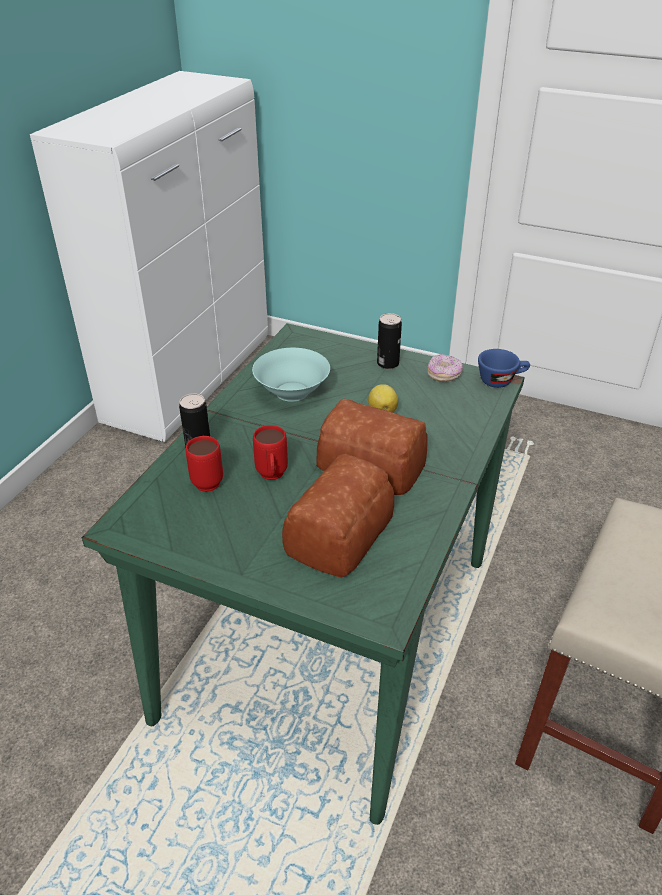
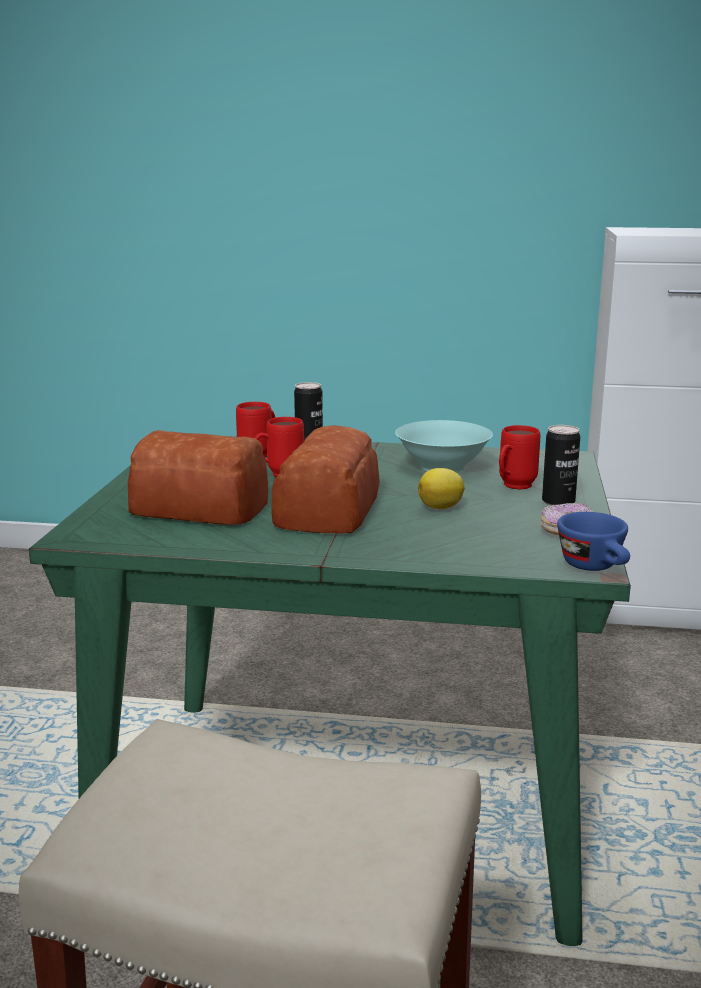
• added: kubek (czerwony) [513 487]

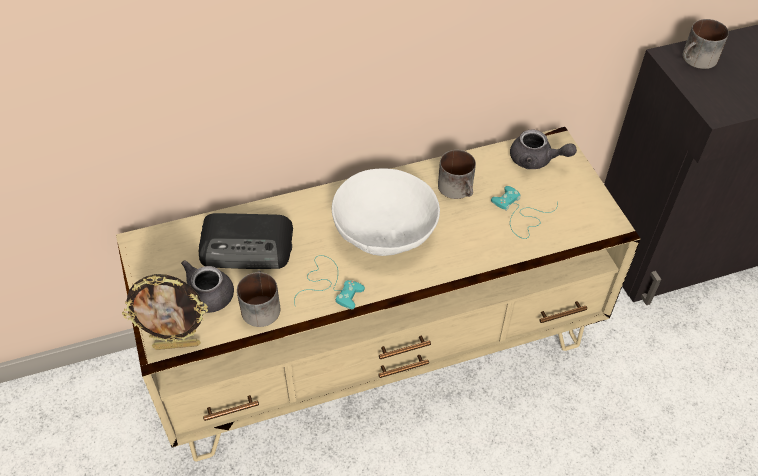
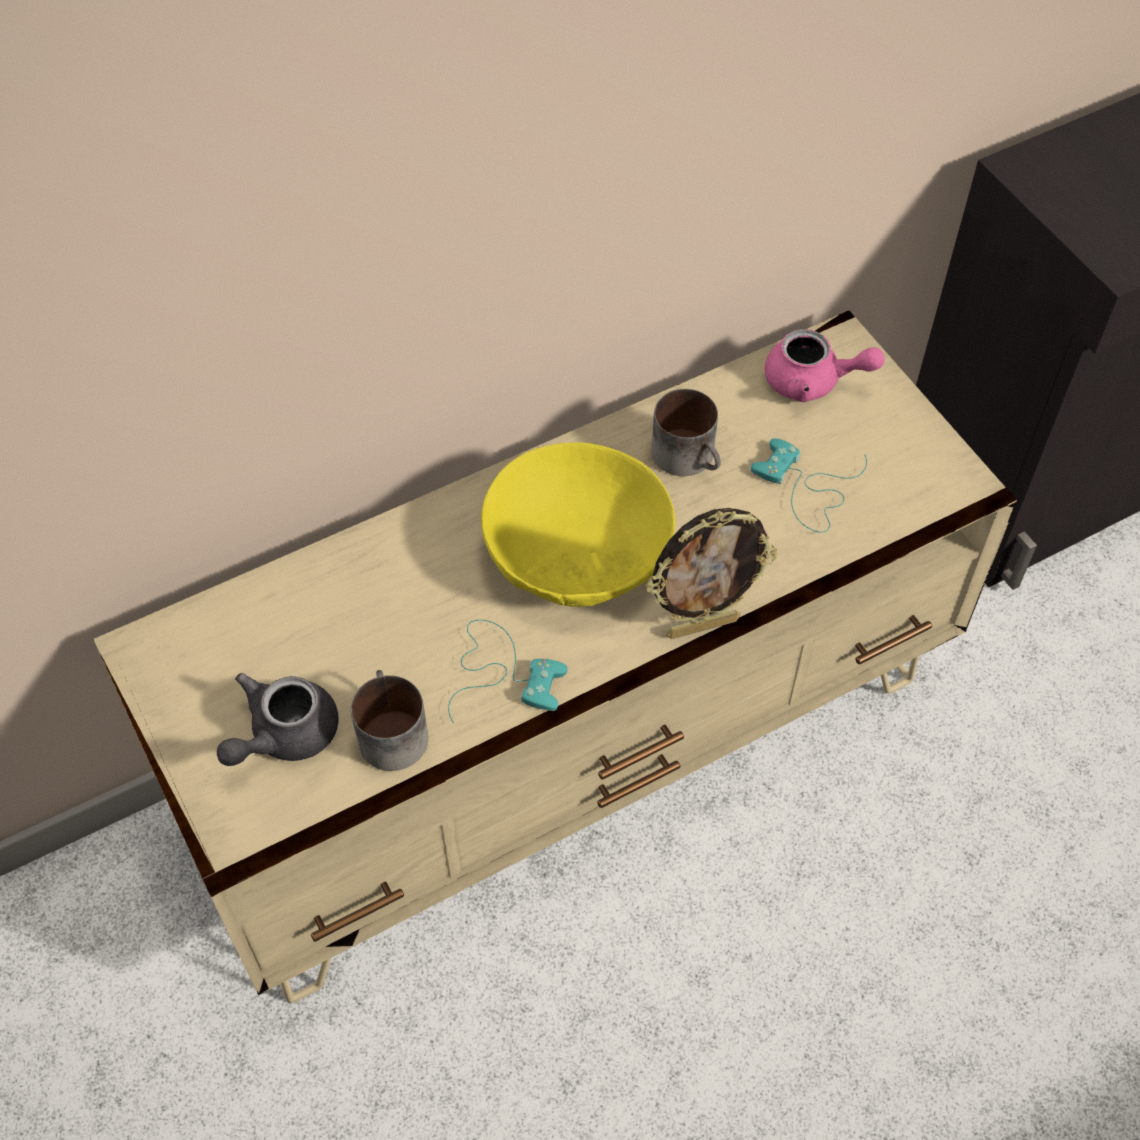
• recoloured: miska (biały) [385 229] to miska (żółty) [578 552]
• moved: ramka na zdjęcie [177 345] to [702 625]
• recoloured: imbryk (szary) [536 160] to imbryk (różowy) [813 382]
• removed: radio [248 246]
• removed: kubek [697 60]

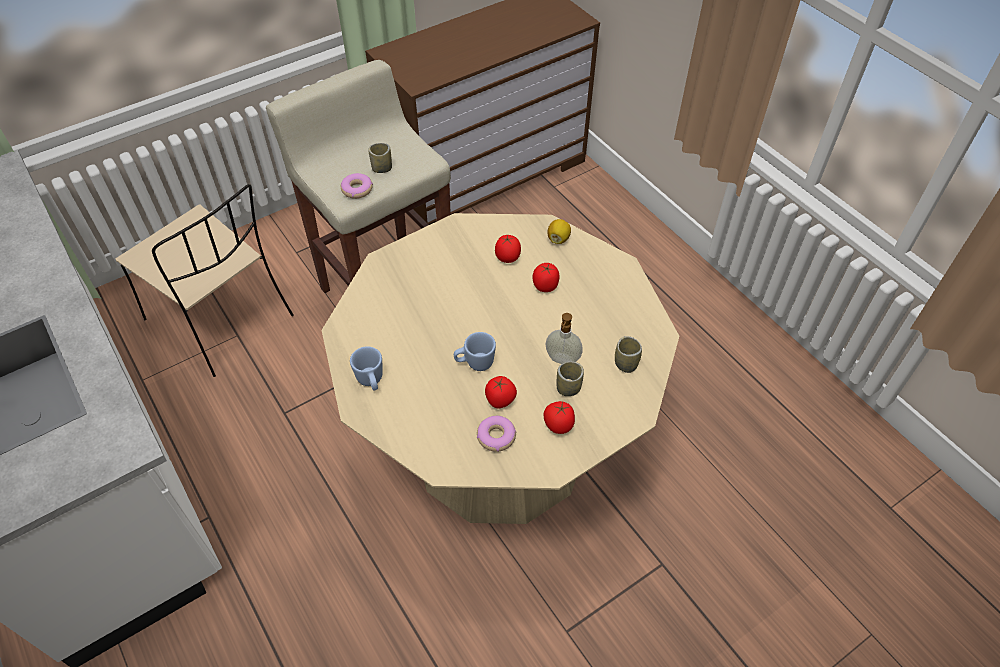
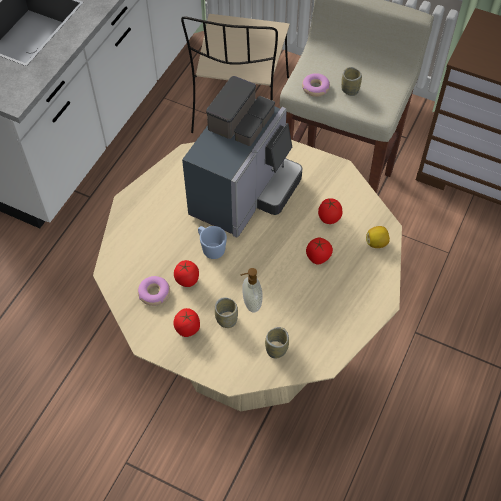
• added: ekspres do kawy [245 192]
• removed: kubek (niebieski) [371 381]

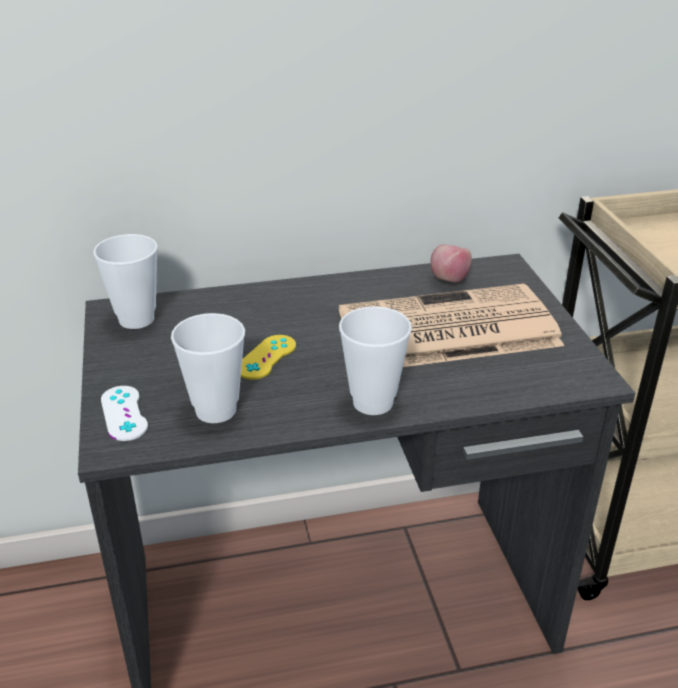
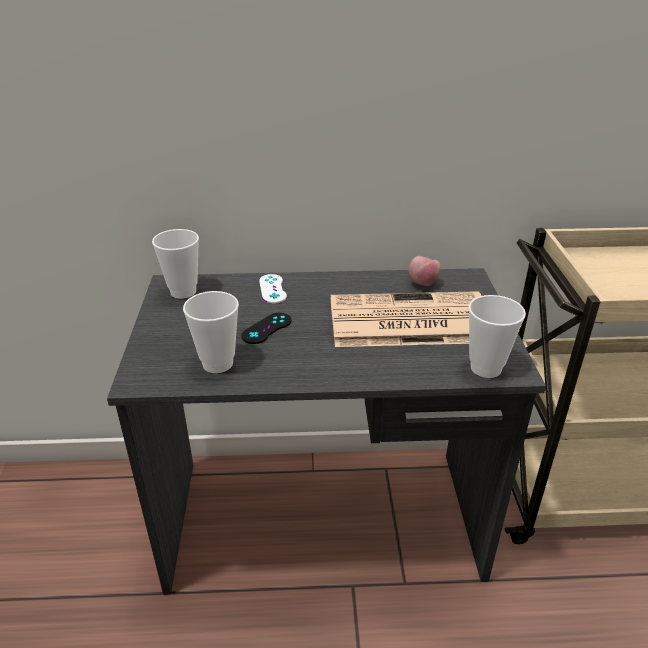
• recoloured: pad do gier (żółty) [266 357] to pad do gier (czarny) [267 328]
• moved: pad do gier (biały) [124 413] to [272 289]
• moved: filiżanka [373 402] to [485 368]

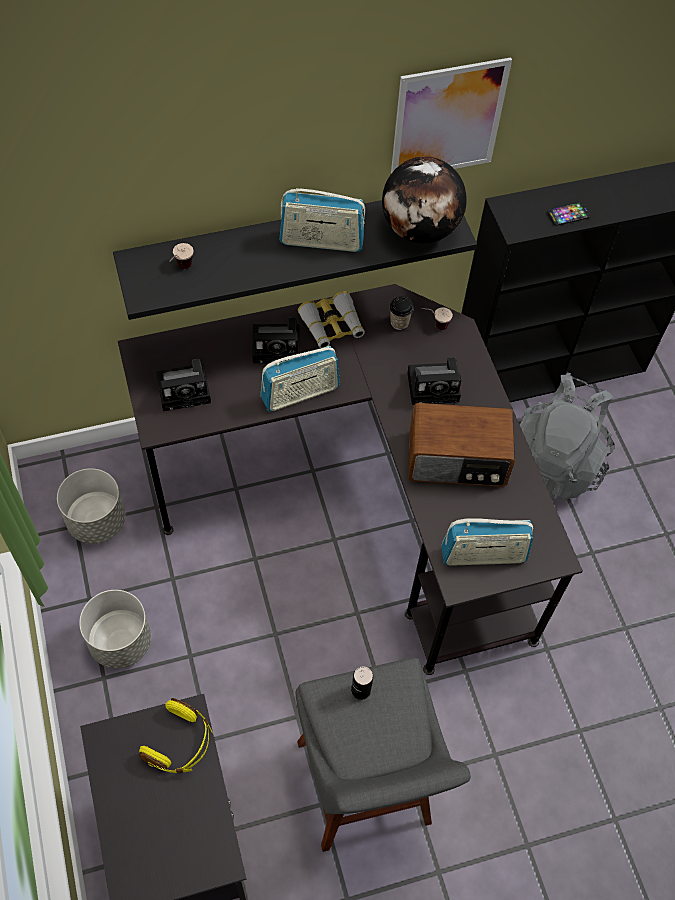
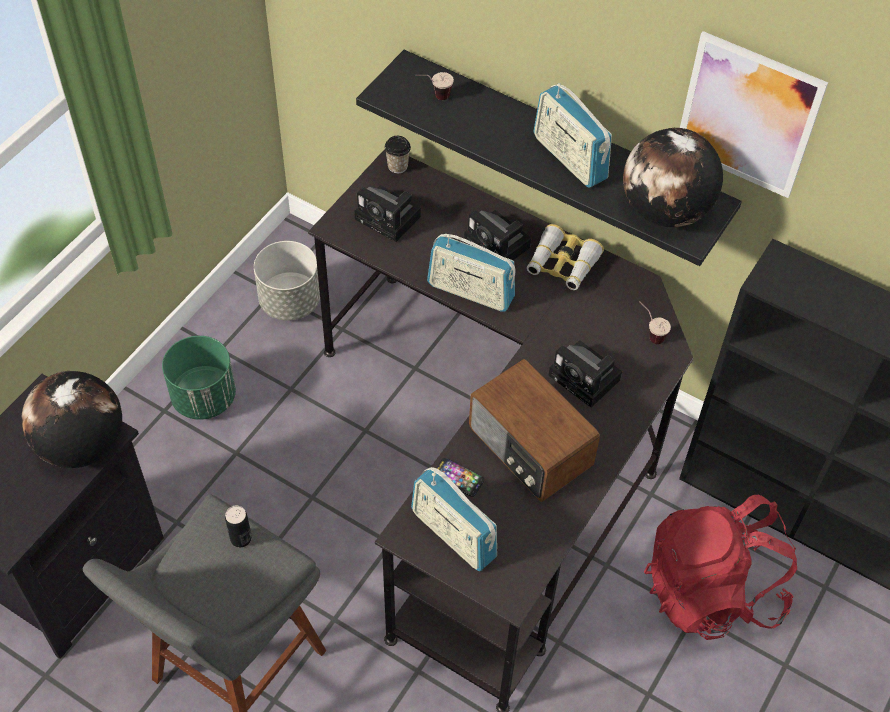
• replaced: słuchawki (żółty) [180 743] to globus [82 445]
• recoloured: donica (szary) [120 641] to donica (zielony) [204 397]
• moved: filiżanka [399 322] to [397 166]
• moved: telefon [568 215] to [458 478]
• recoloured: plecak (szary) [555 461] to plecak (czerwony) [711 590]

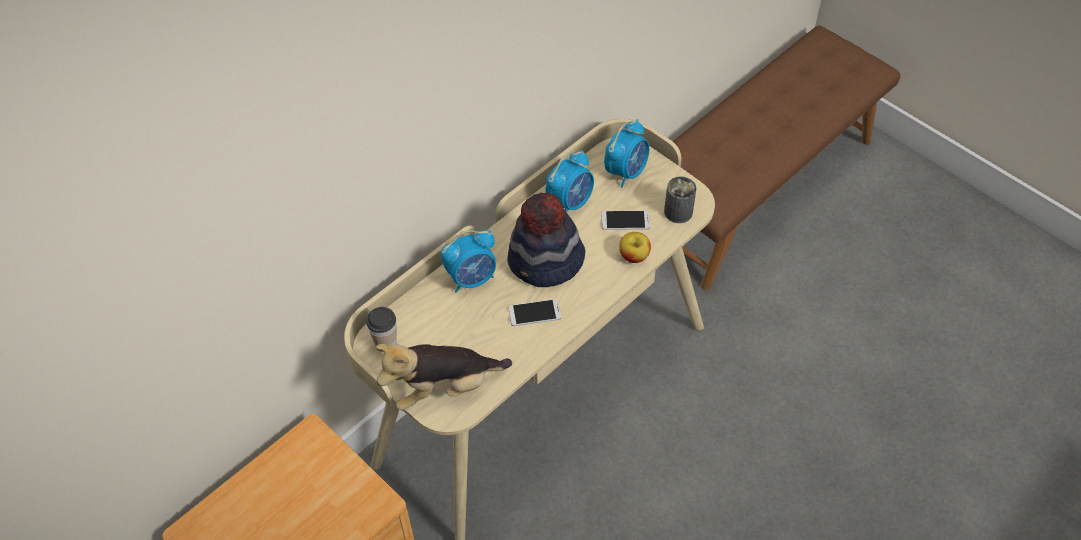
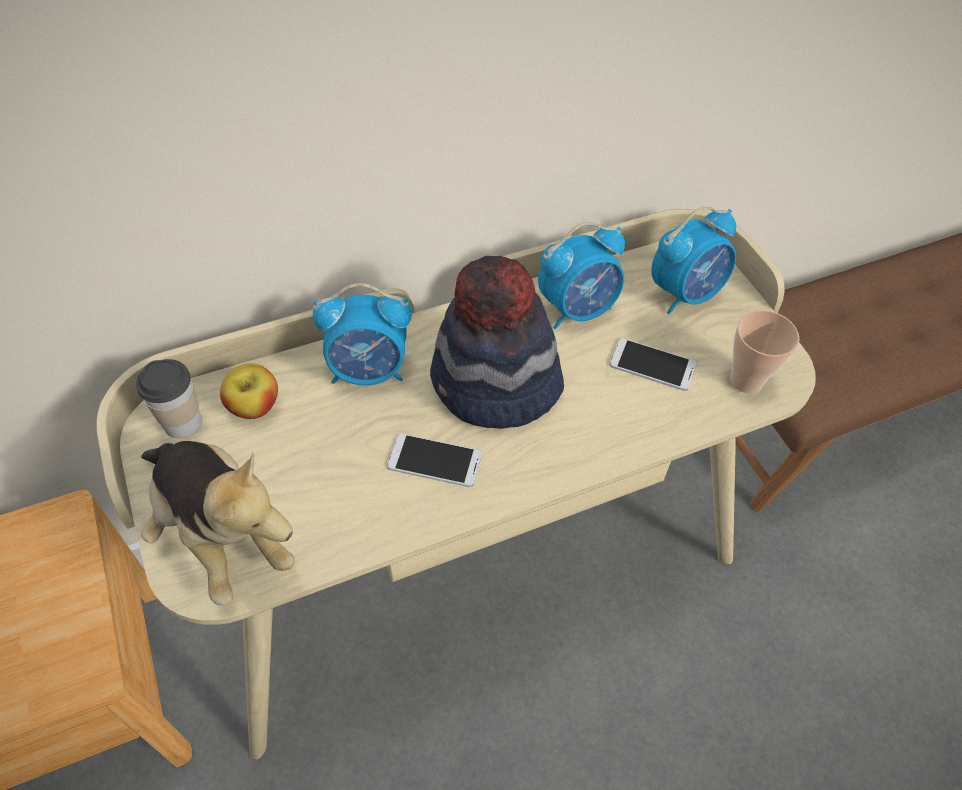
• turned: pluszak [444 388] = [221 533] 135 degrees counterclockwise
• moved: jabłko [634 256] to [254 406]
• replaced: puszka [678 212] to filiżanka [746 380]

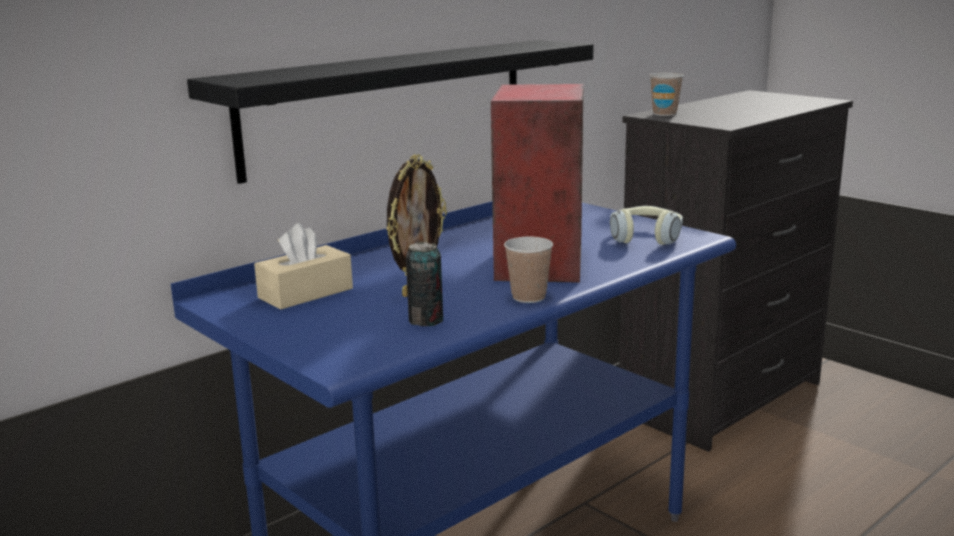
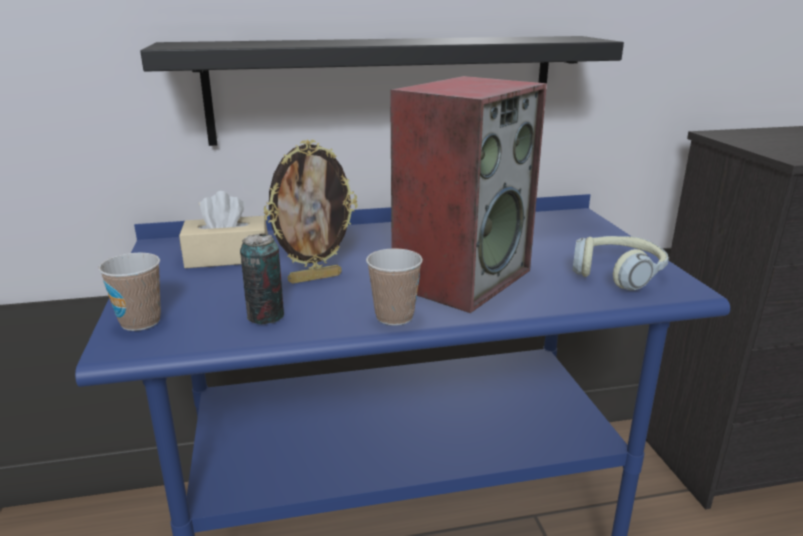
• moved: filiżanka [664 114] to [140 322]

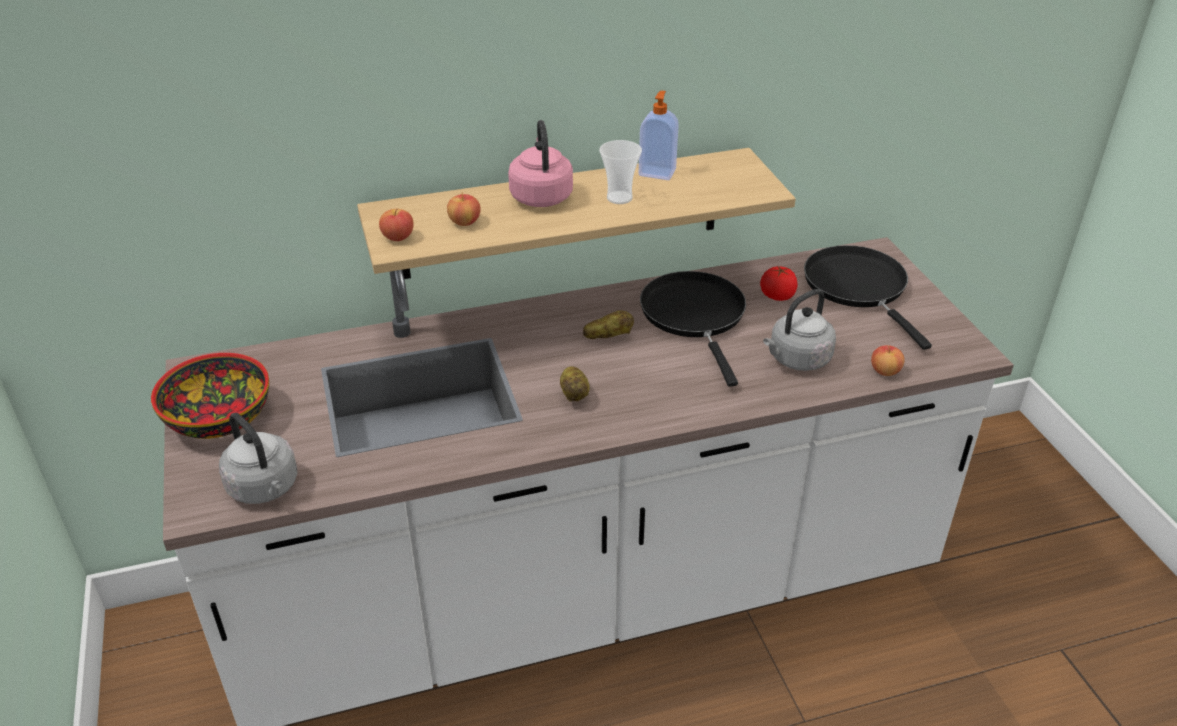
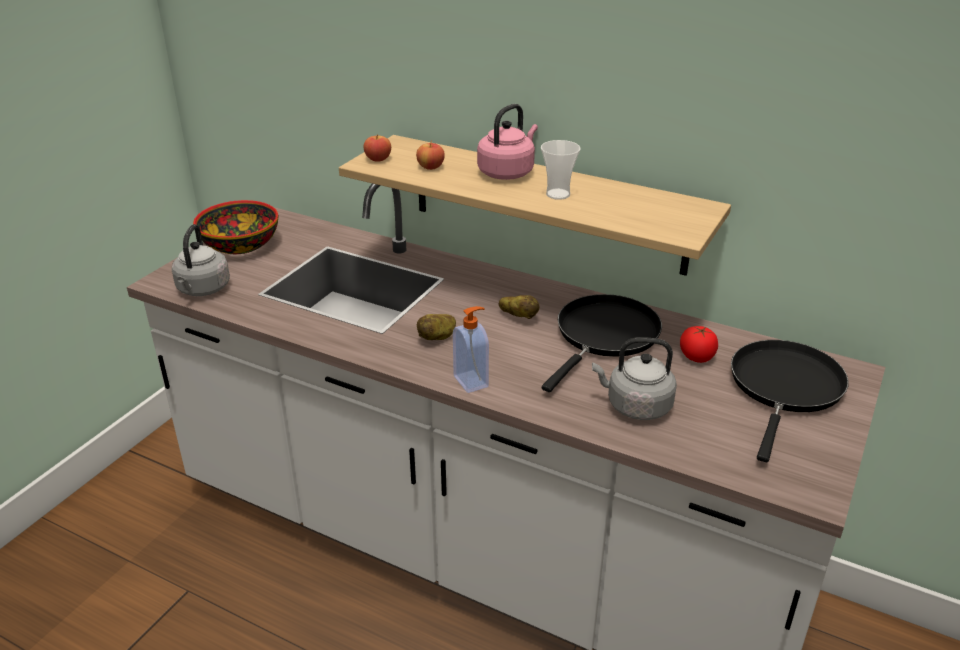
• moved: dozownik mydła [657 172] to [472 381]
• removed: jabłko [885 371]

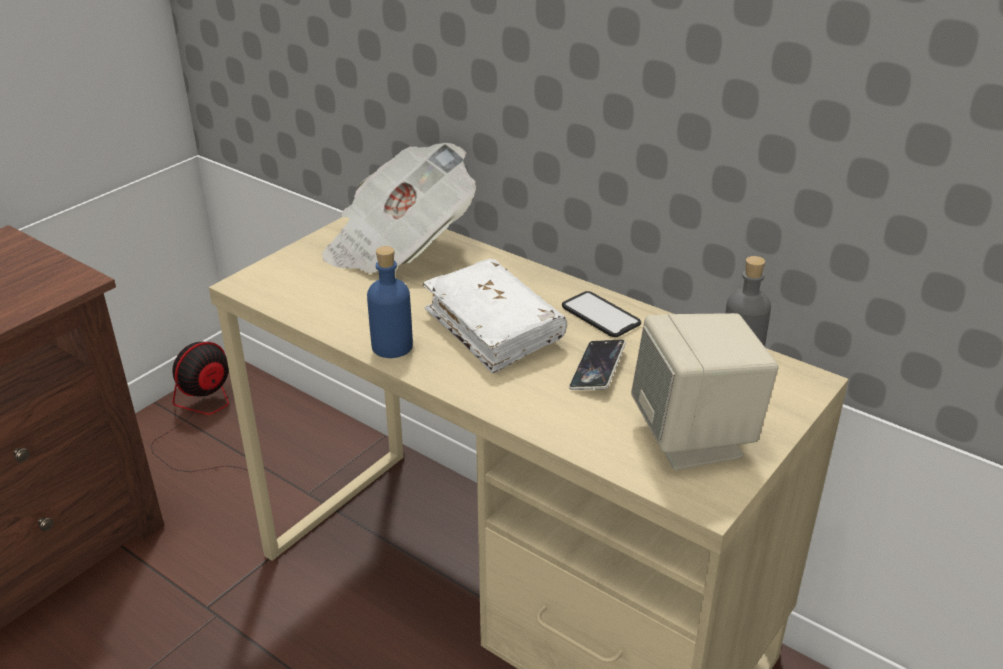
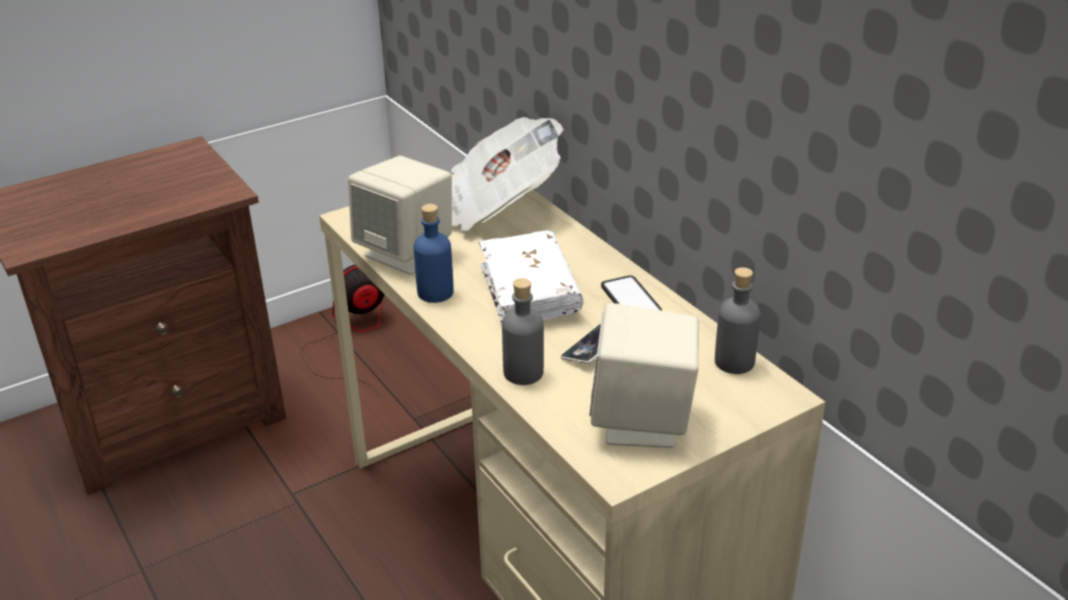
• added: głośnik (beżowy) [406 253]
• added: butelka (szary) [523 372]

